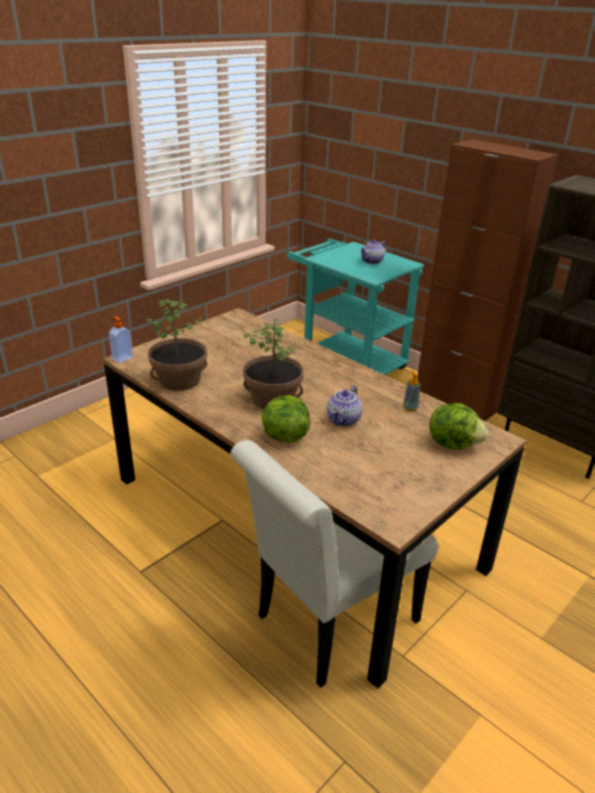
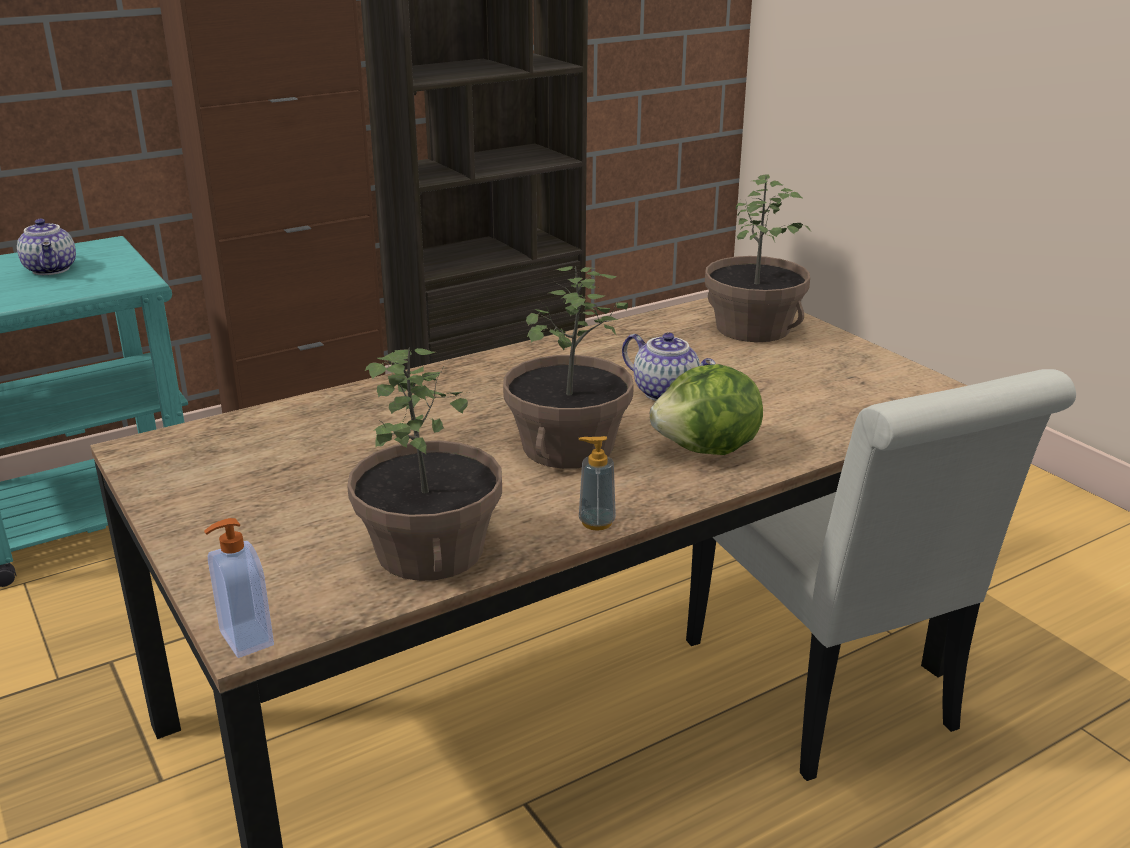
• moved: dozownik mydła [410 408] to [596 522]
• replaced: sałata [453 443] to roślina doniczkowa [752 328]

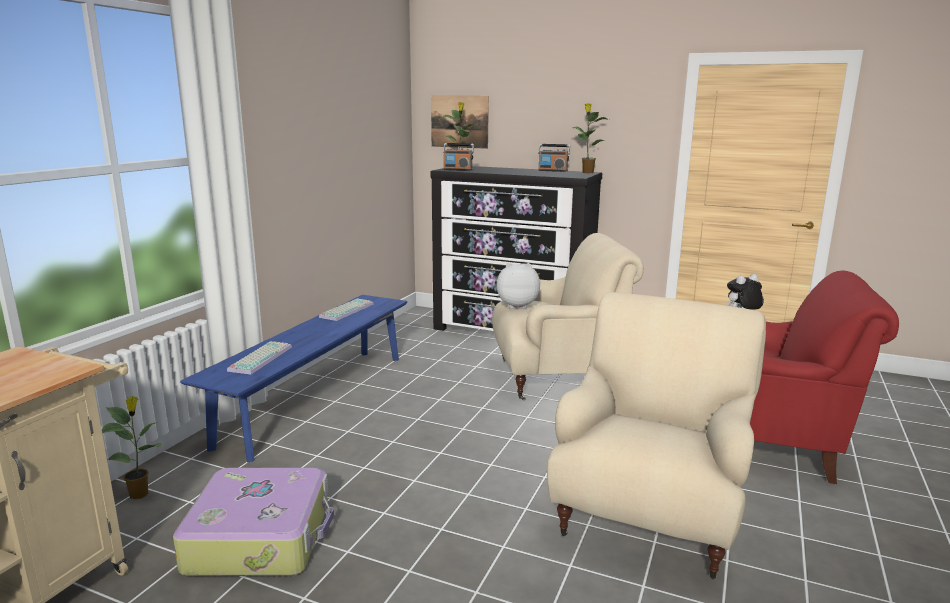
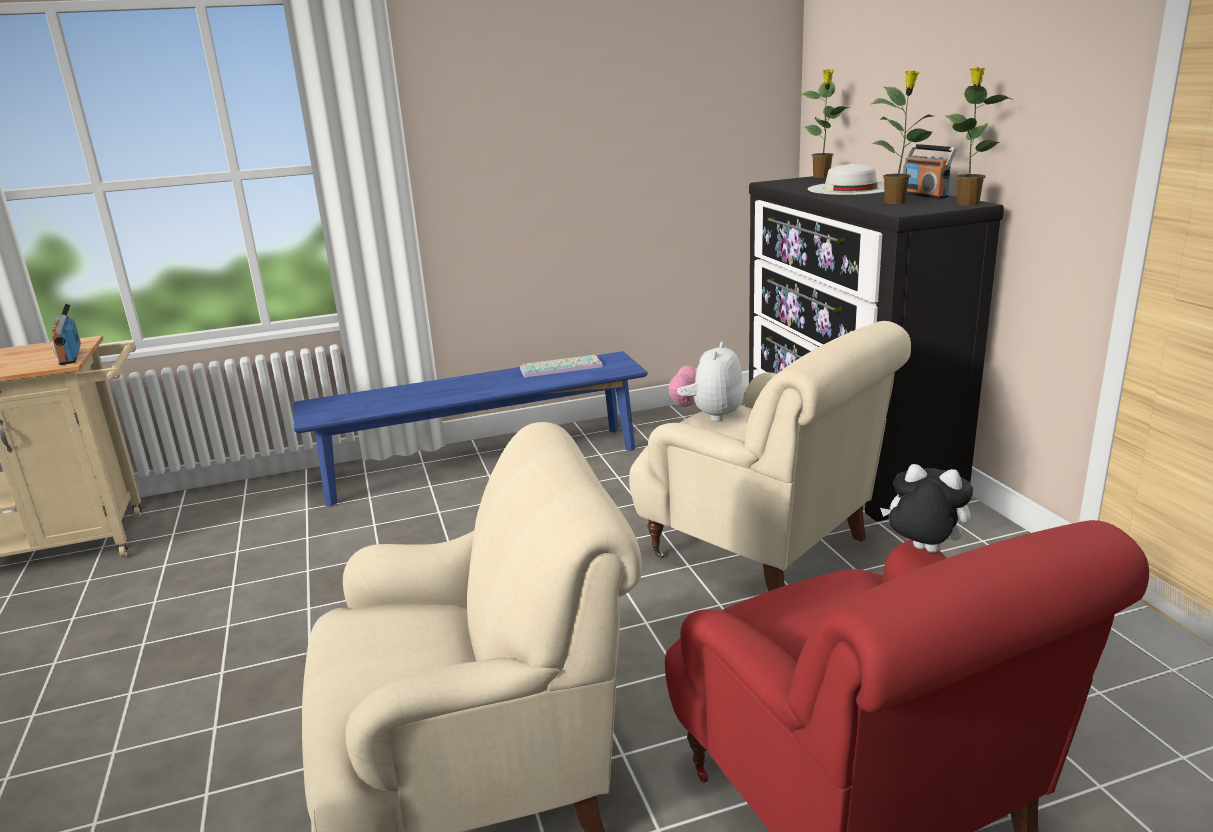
• moved: radio [458 170] to [70 357]
• turned: pluszak [517 305] = [708 415] 120 degrees counterclockwise
• added: kapelusz (biały) [850 188]
• moved: roślina doniczkowa [140 494] to [896 202]
• removed: walizka [261 537]
• removed: klawiatura [260 358]
• removed: obraz [459 121]

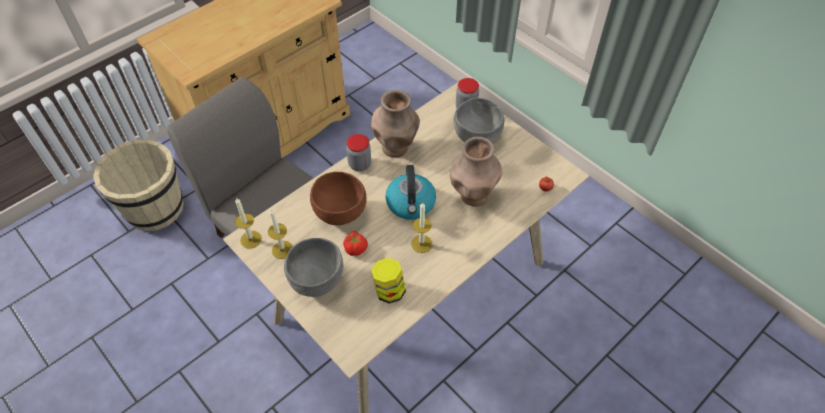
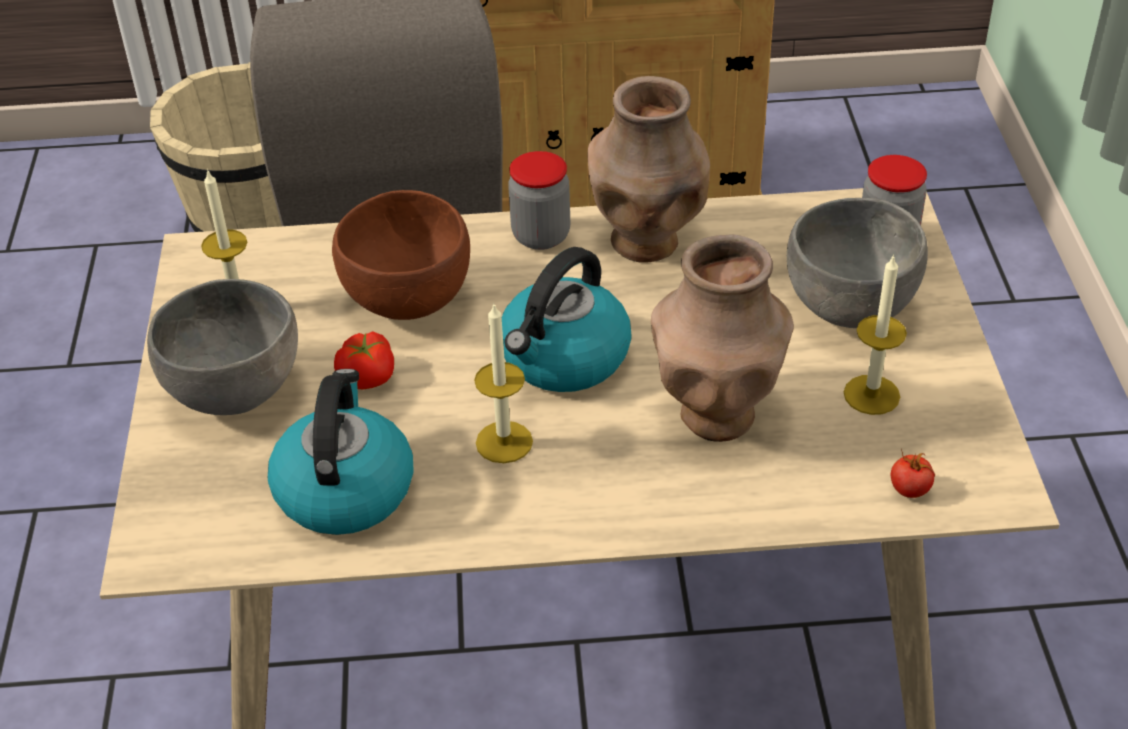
• replaced: słoik [389 290] to czajnik [344 488]
• moved: świeca [251 239] to [871 395]

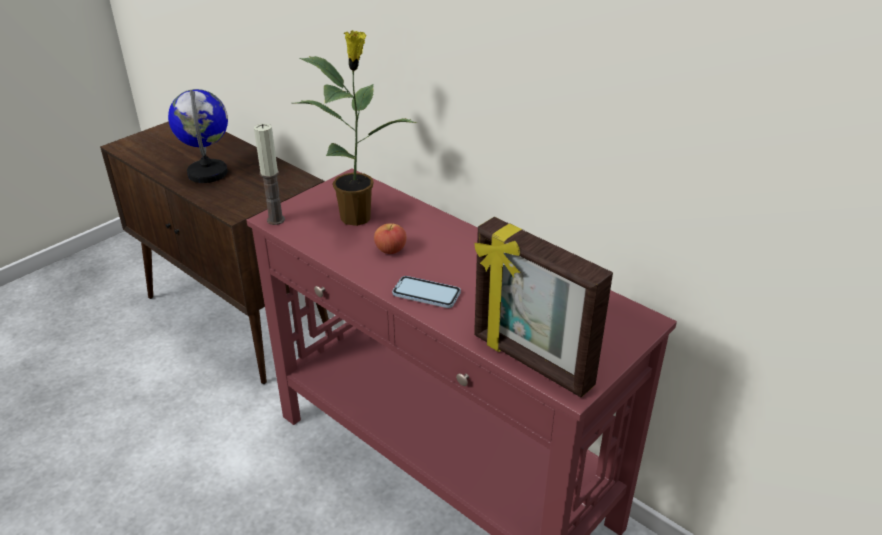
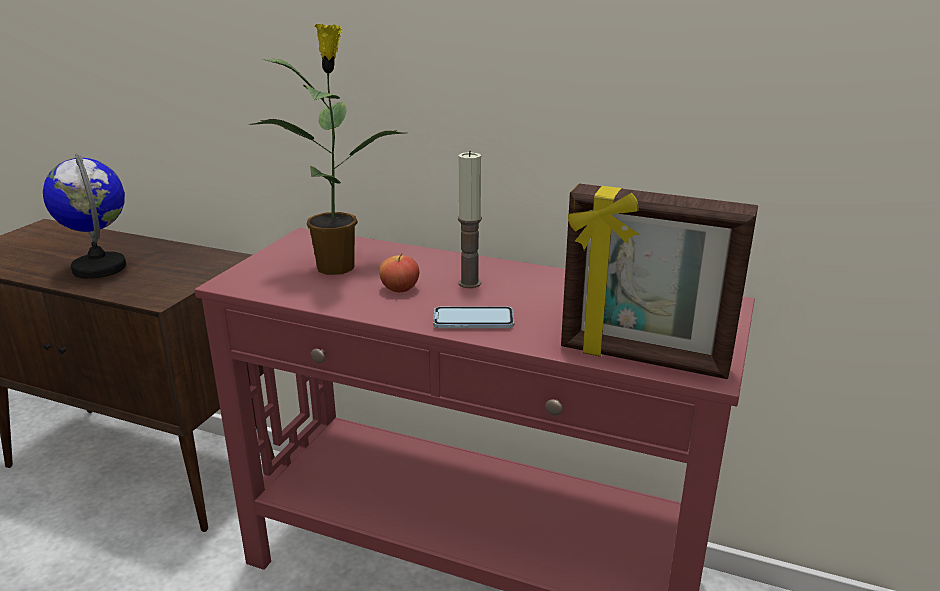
• moved: świeca [276 220] to [469 283]

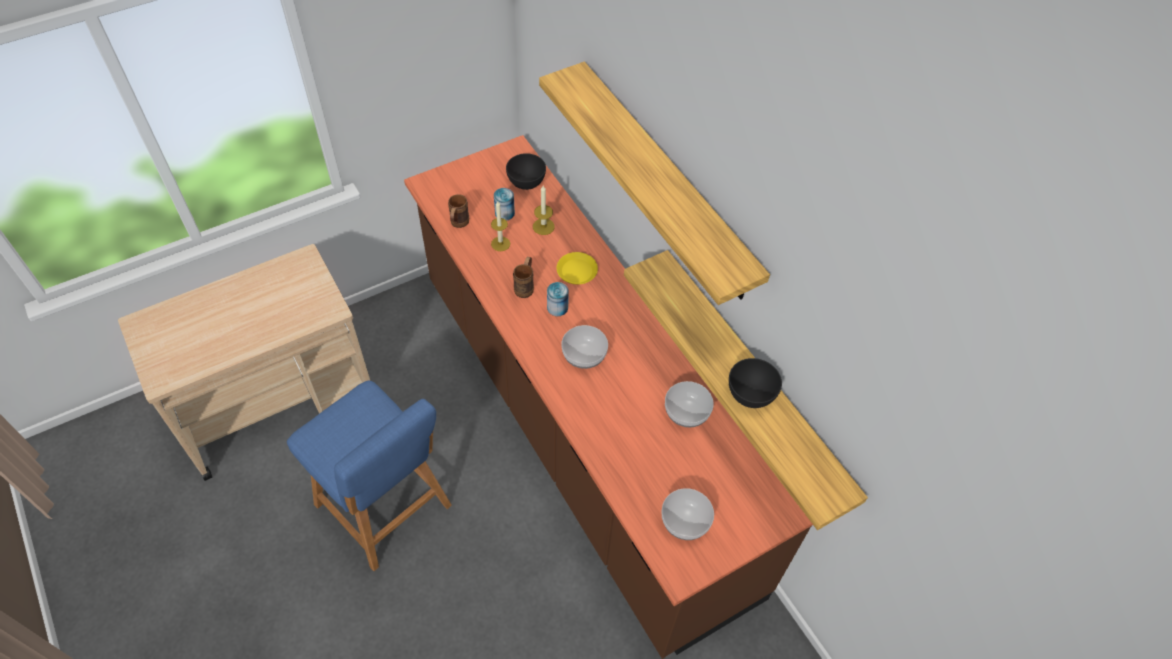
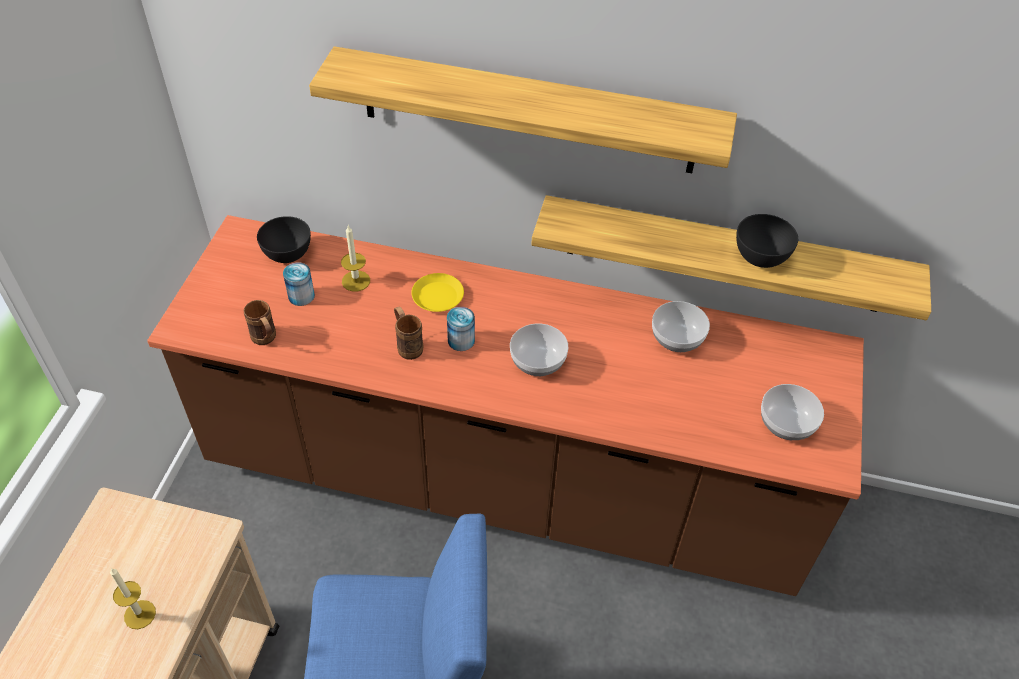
• moved: świeca [500 244] to [140 614]

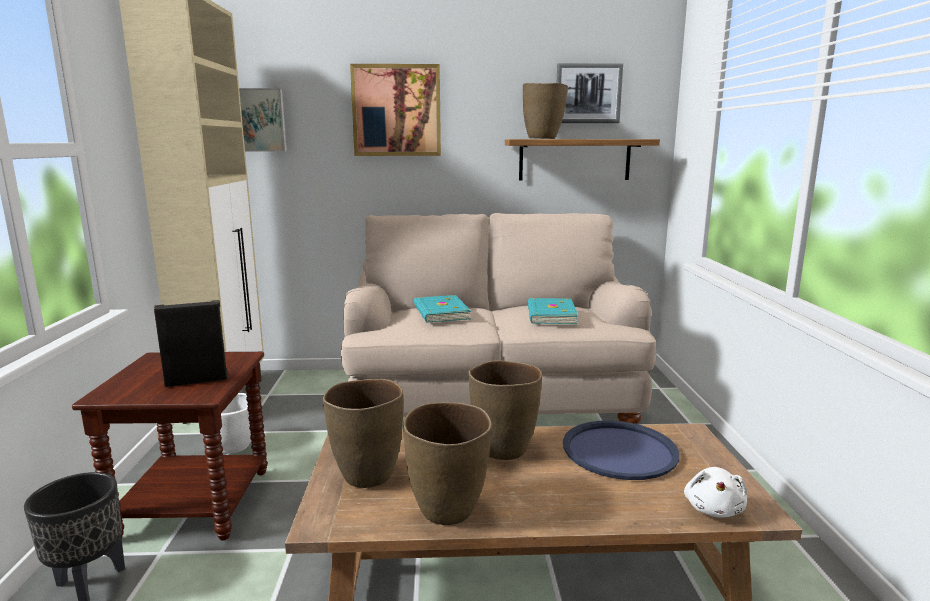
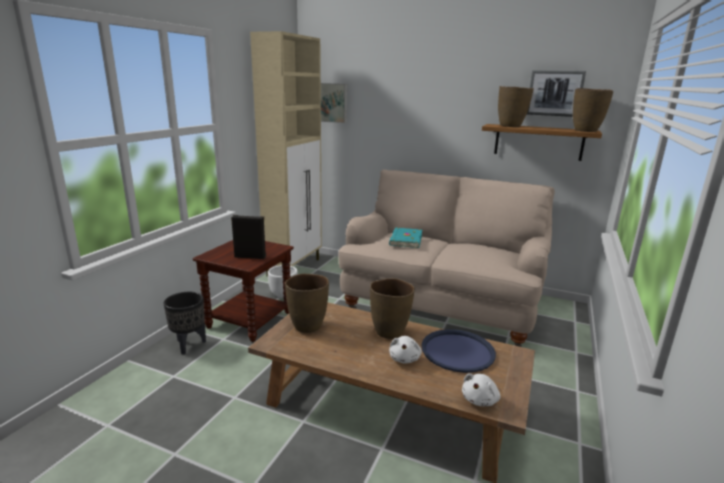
• added: pluszak (biały) [404 358]
• moved: wazon (brązowy) [448 511] to [586 131]
• removed: obraz [396 111]
• removed: książka (turkusowy) [550 314]

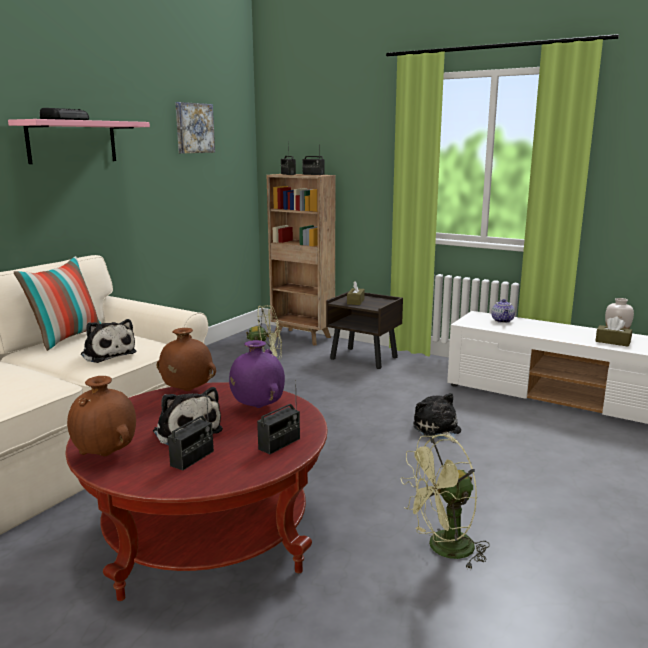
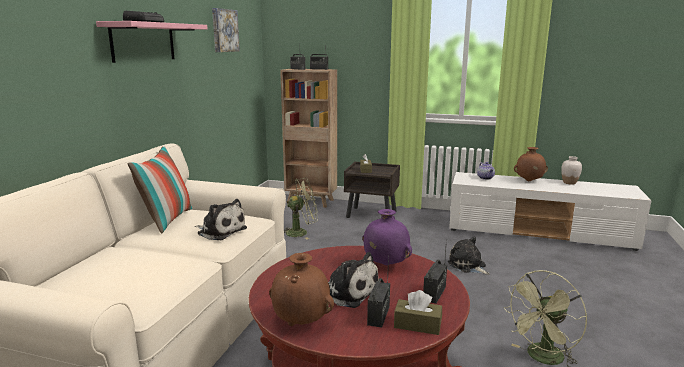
• moved: pudełko chusteczek (brązowy) [612 342] to [417 325]
• moved: wazon (brązowy) [187 391] to [529 181]

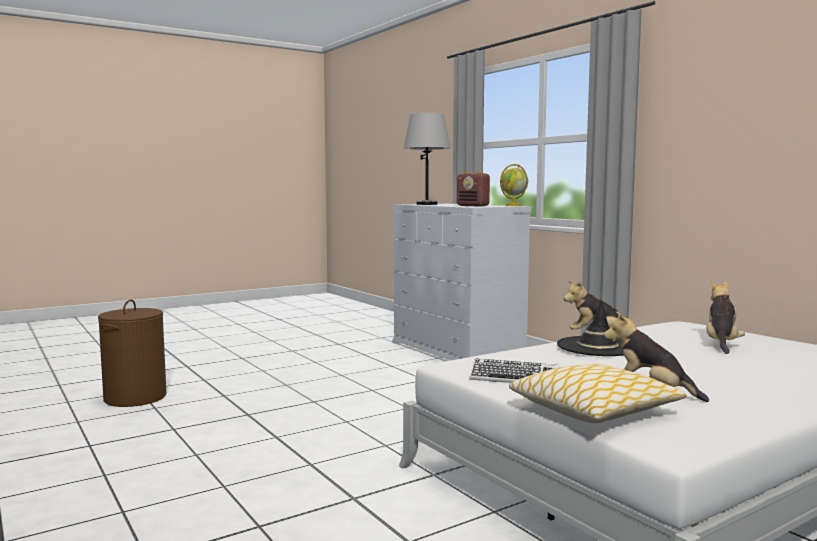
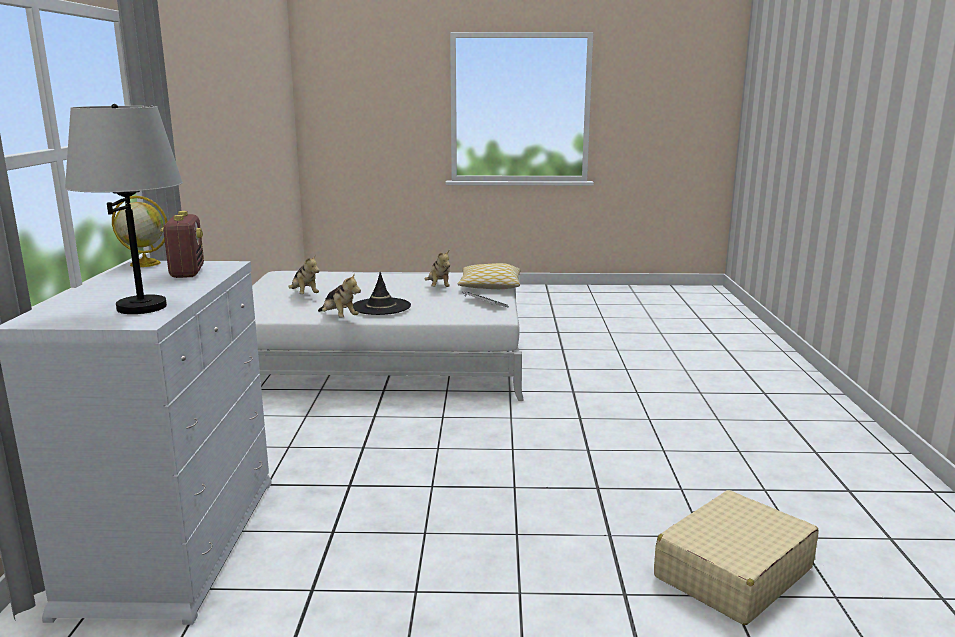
• turned: pluszak [721 344] = [304 295] 90 degrees counterclockwise
• replaced: kosz na pranie (brązowy) [135 397] to walizka (beżowy) [732 573]

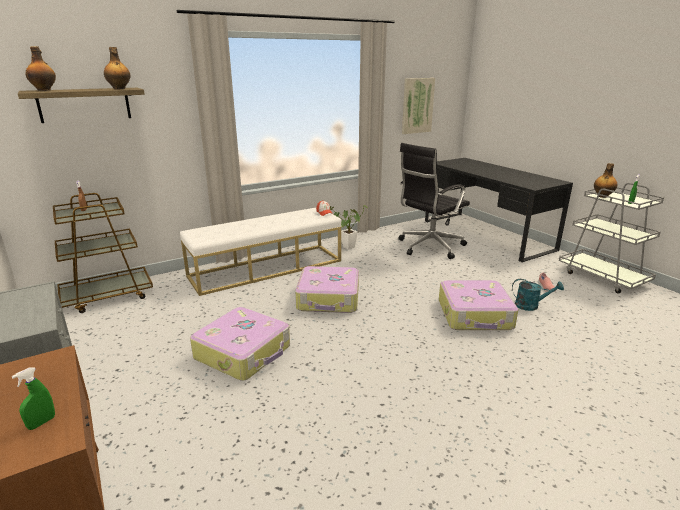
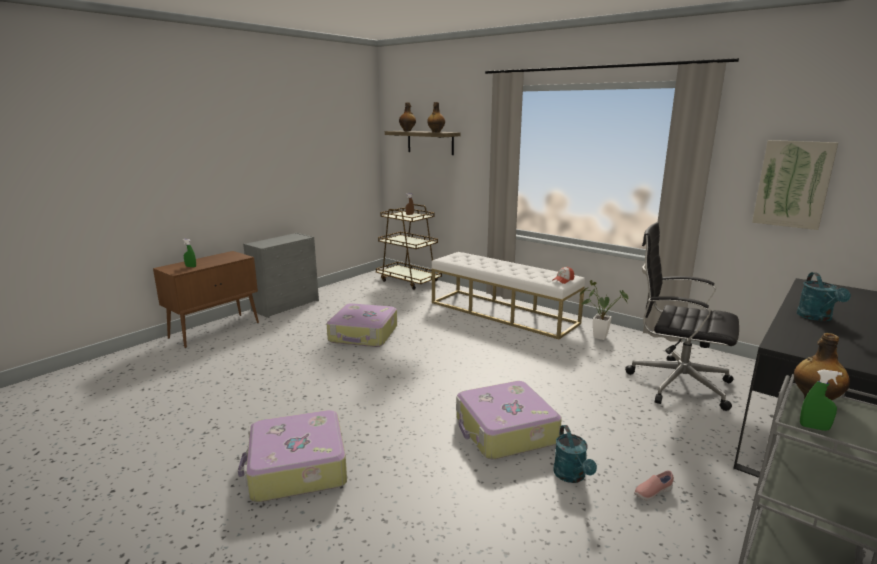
• moved: walizka [329 299] to [296 468]
• added: konewka (turkusowy) [817 318]

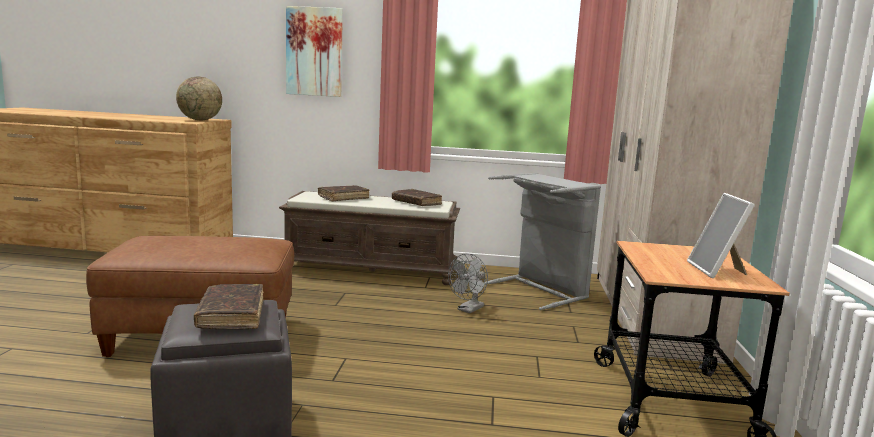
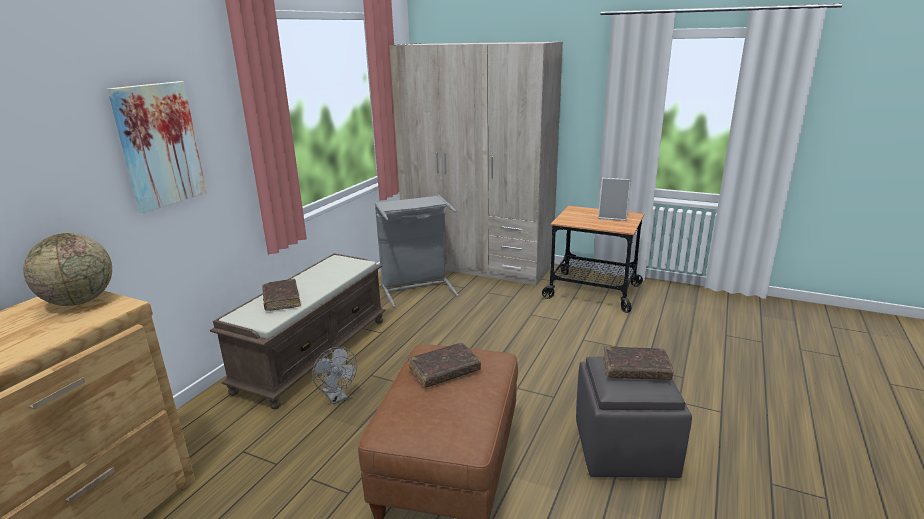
• moved: wentylator (szary) [468 310] to [337 397]
• moved: książka (brązowy) [416 203] to [444 371]

